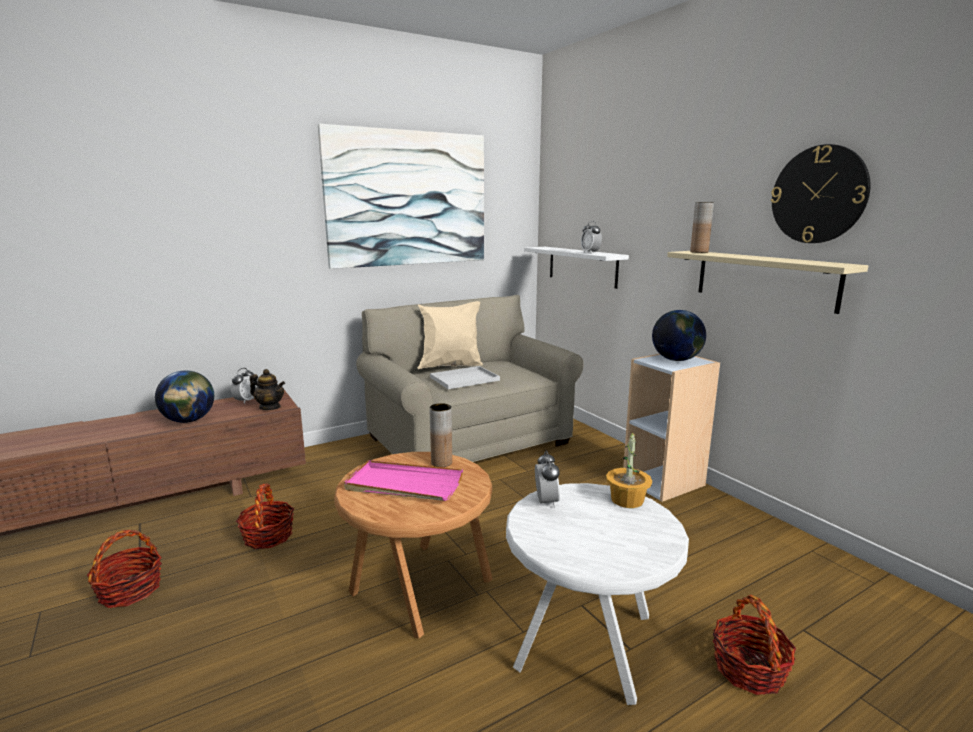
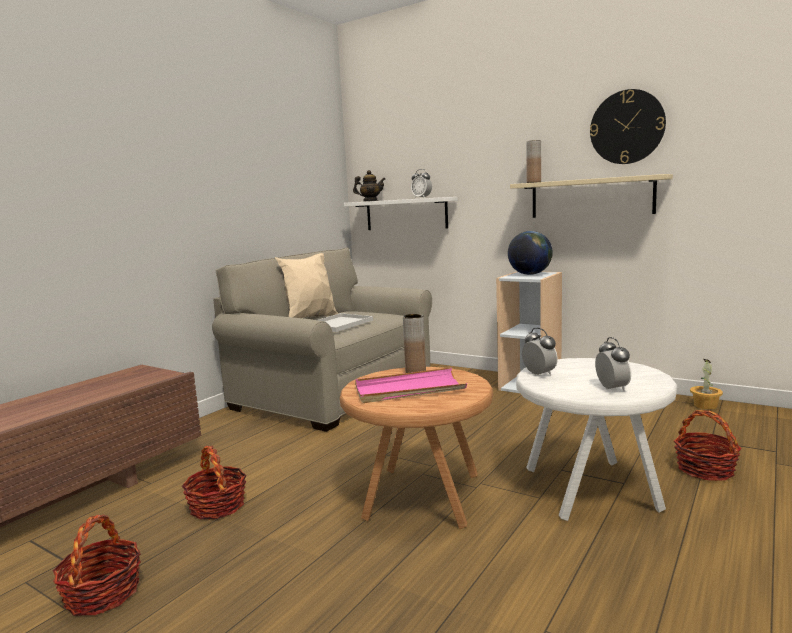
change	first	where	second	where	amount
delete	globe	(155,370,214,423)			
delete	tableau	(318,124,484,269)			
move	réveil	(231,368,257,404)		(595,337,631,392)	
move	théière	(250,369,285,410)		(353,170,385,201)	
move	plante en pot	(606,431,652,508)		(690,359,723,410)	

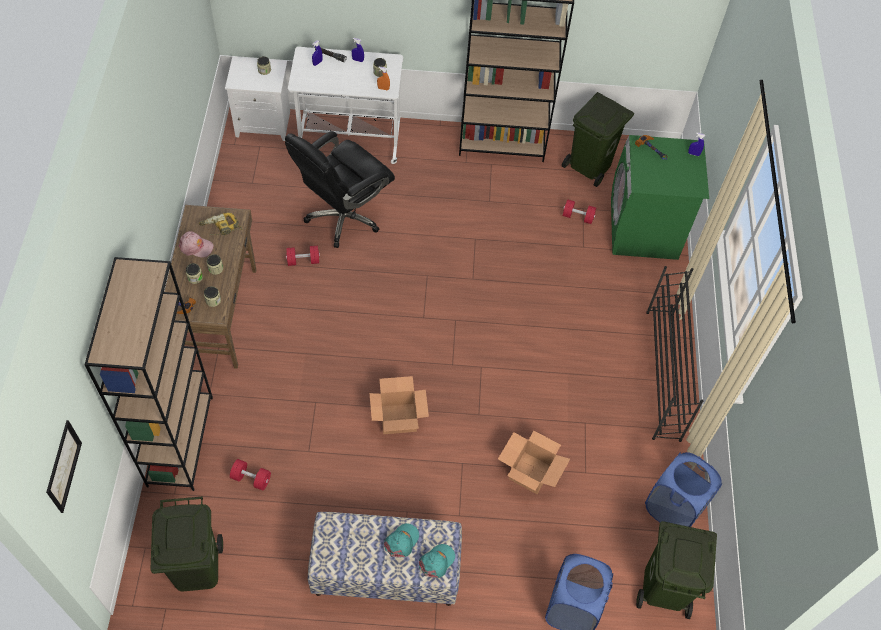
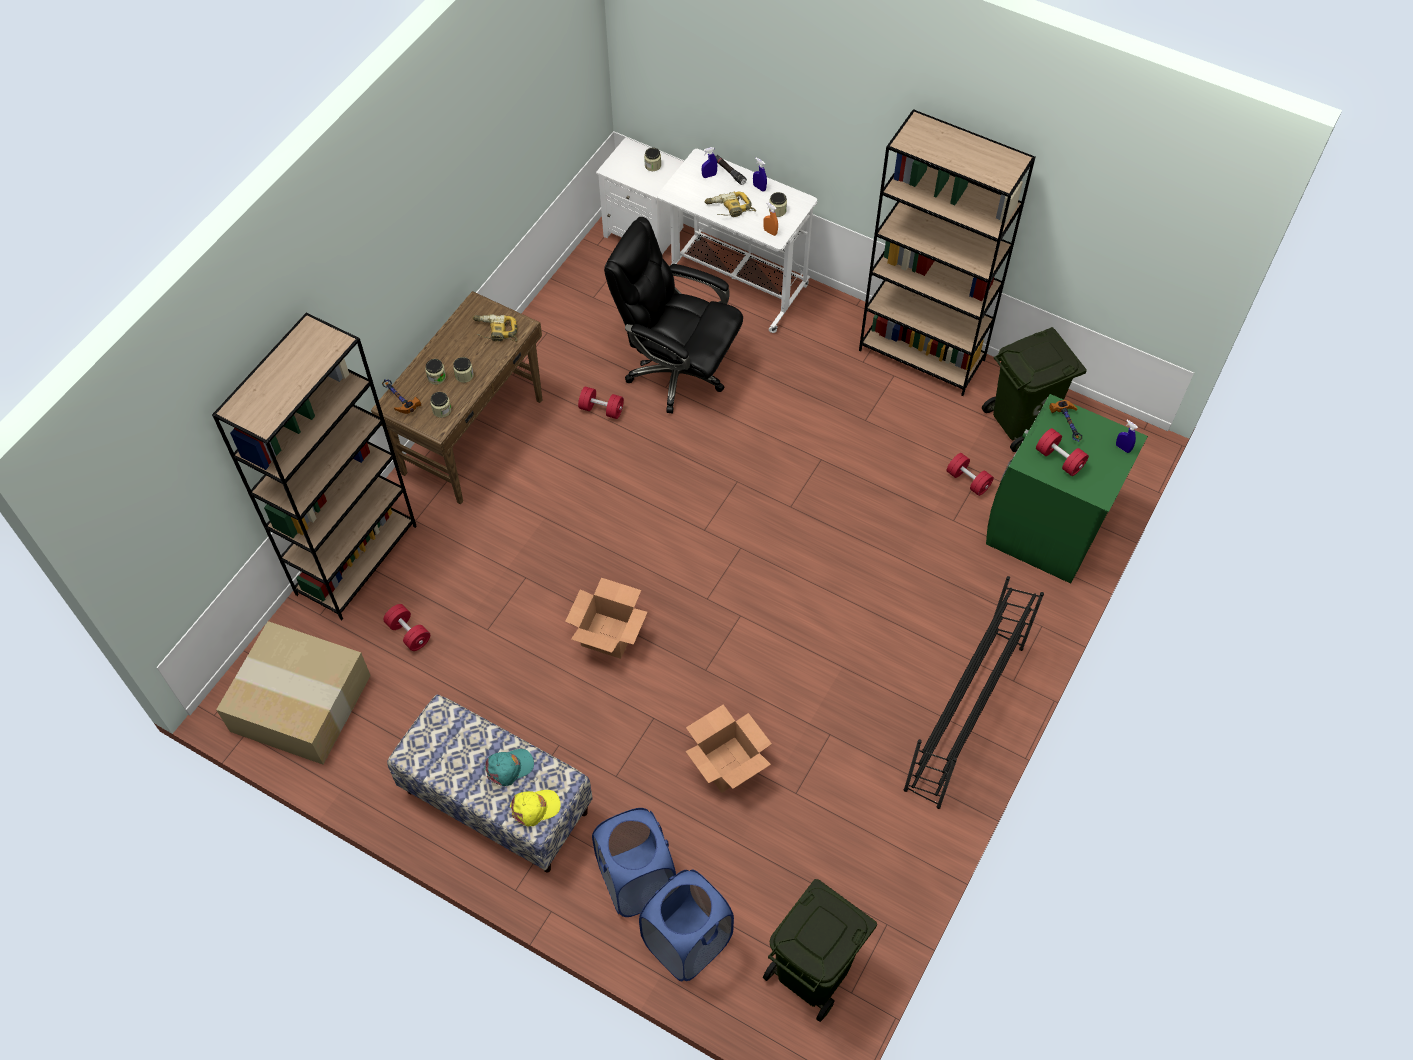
change	first	where	second	where	amount
delete	tableau	(46,420,82,513)			
delete	casquette/rose	(178,231,214,258)			
insert			perceuse	(704,192,756,217)	
insert			haltère/rouge	(1036,428,1089,476)	
move	panier à linge/bleu	(645,452,722,527)		(592,808,676,917)	
replace	poubelle/vert	(150,496,223,591)	carton	(216,621,371,764)	
recolor	casquette/turquoise	(419,544,455,578)	casquette/jaune	(509,790,561,827)	
rotate	chaise de bureau/noir	(285,131,395,248)		(604,217,743,414)	45 degrees clockwise

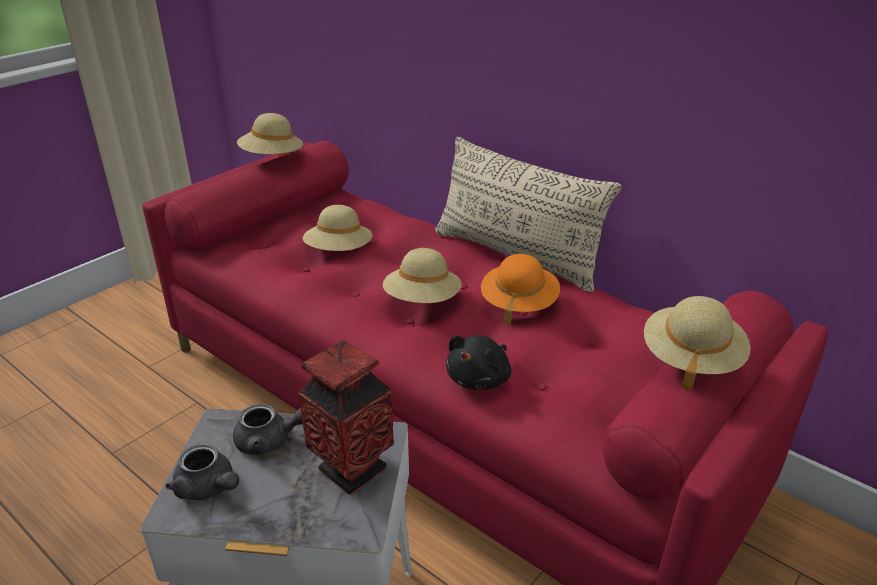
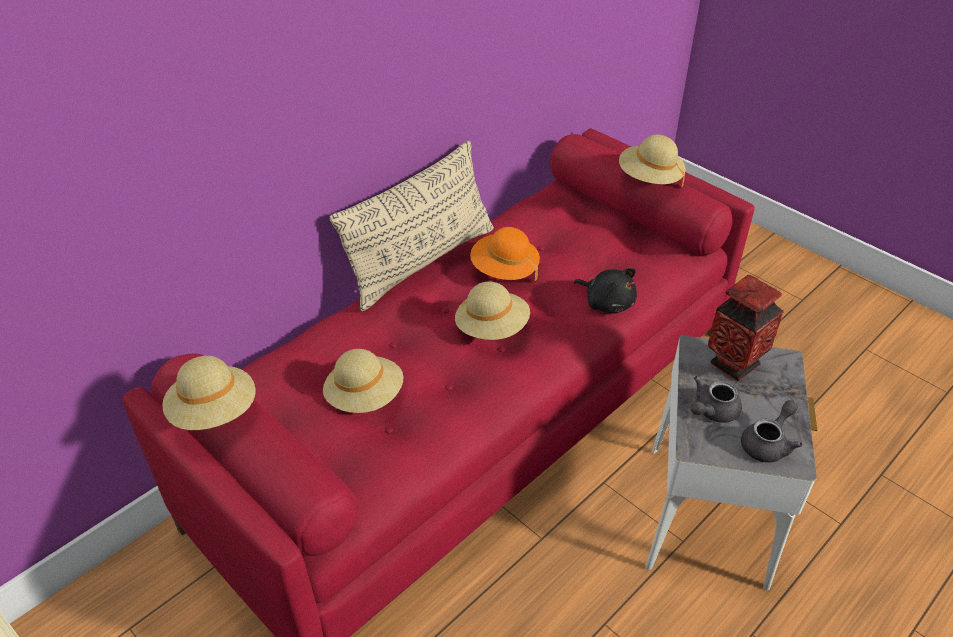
change	first	where	second	where	amount
rotate	théière/gris	(233,404,303,455)		(691,376,742,423)	135 degrees counterclockwise

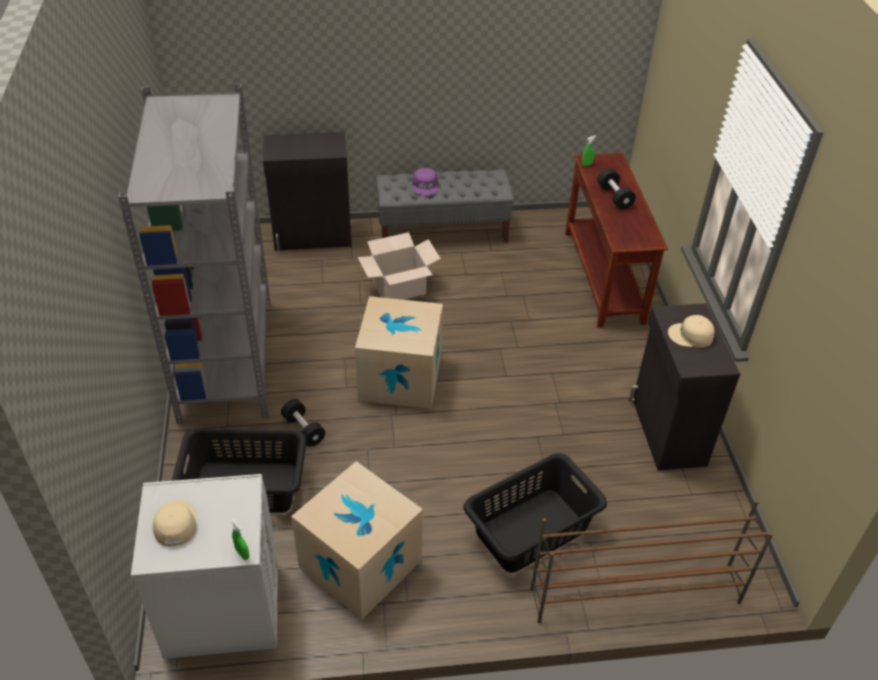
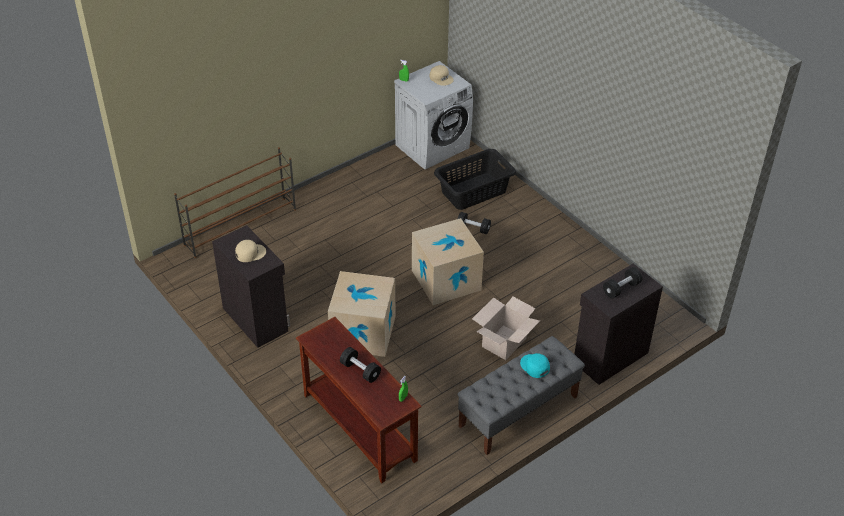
change	first	where	second	where	amount
delete	bibliothèque/gris	(118,84,271,424)			
delete	panier à linge/noir	(464,453,607,573)			
insert			haltère/noir	(603,267,642,299)	
move	carton	(291,461,423,619)		(328,271,396,357)	
recolor	casquette/violet	(412,168,439,195)	casquette/turquoise	(520,353,550,378)	

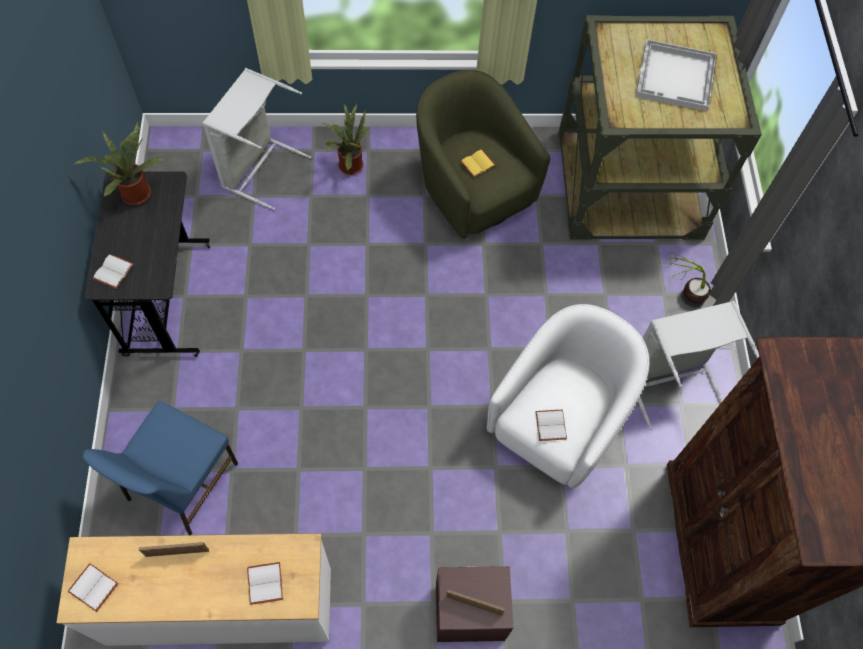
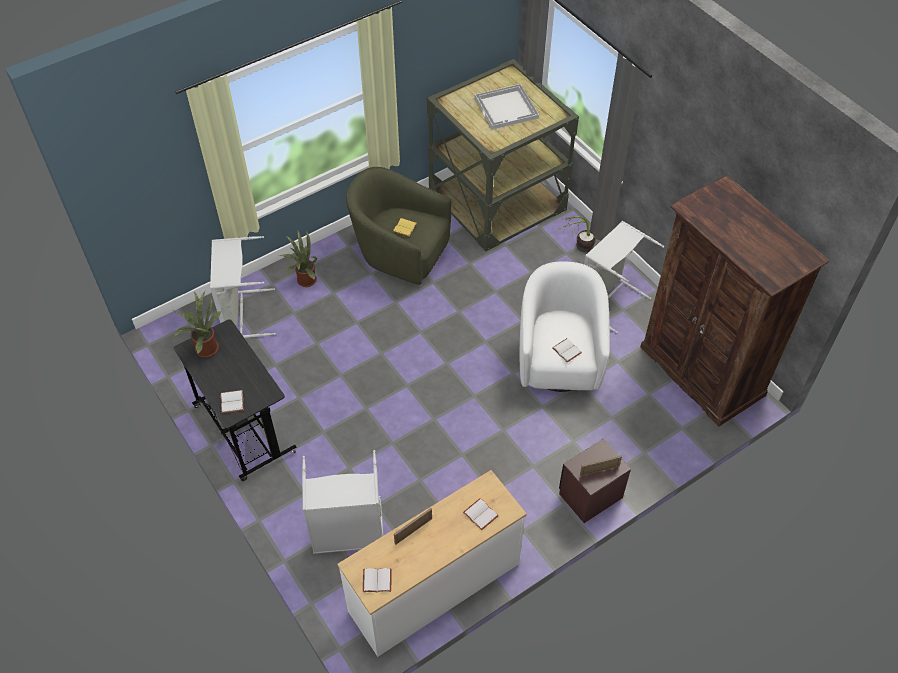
change	first	where	second	where	amount
replace	chaise/bleu	(83,401,238,535)	panier à linge/gris	(302,450,383,554)	

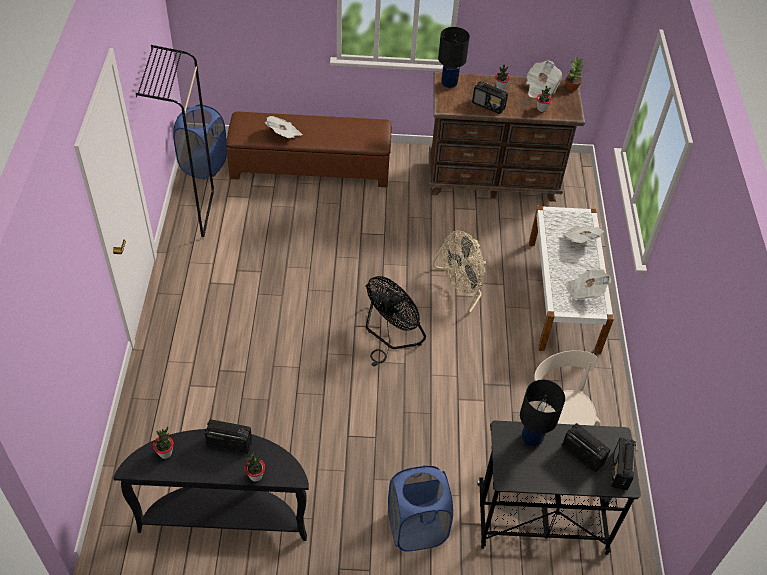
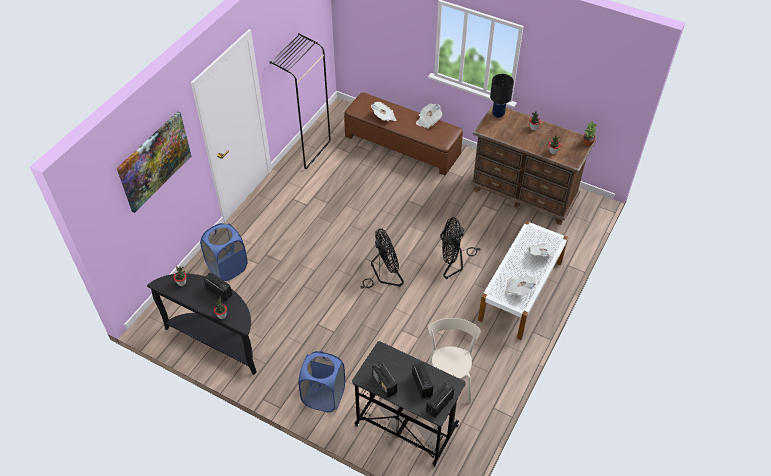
change	first	where	second	where	amount
delete	lampe de table/noir	(520,380,565,447)			
insert			tableau	(117,111,191,213)	
move	panier à linge/bleu	(173,104,227,179)		(200,223,248,281)	
move	radio	(472,81,508,114)		(372,362,397,398)	
move	journal	(526,60,563,98)		(416,103,442,129)	
recolor	ventilateur/beige	(433,230,487,314)	ventilateur/noir	(440,217,480,279)	

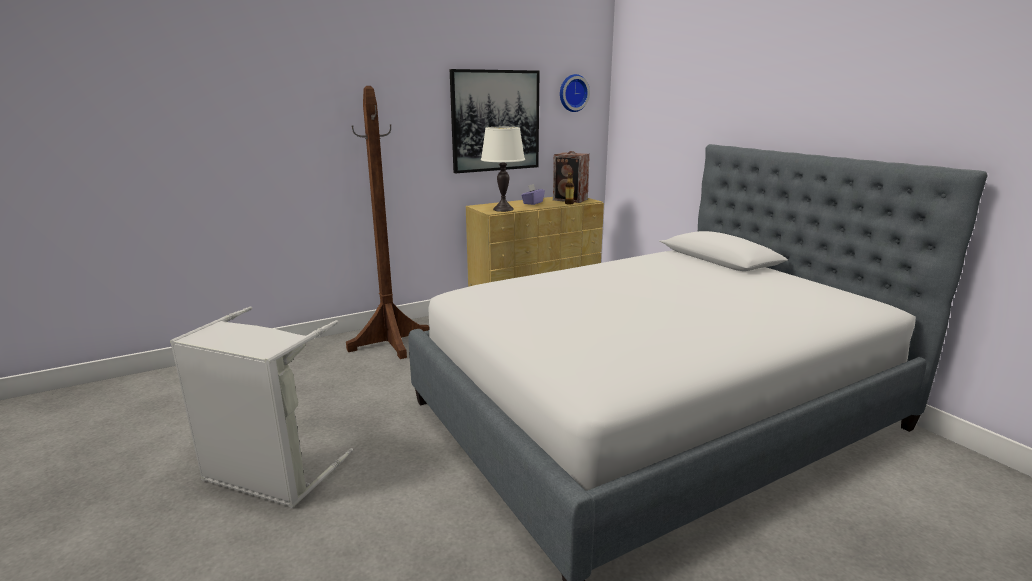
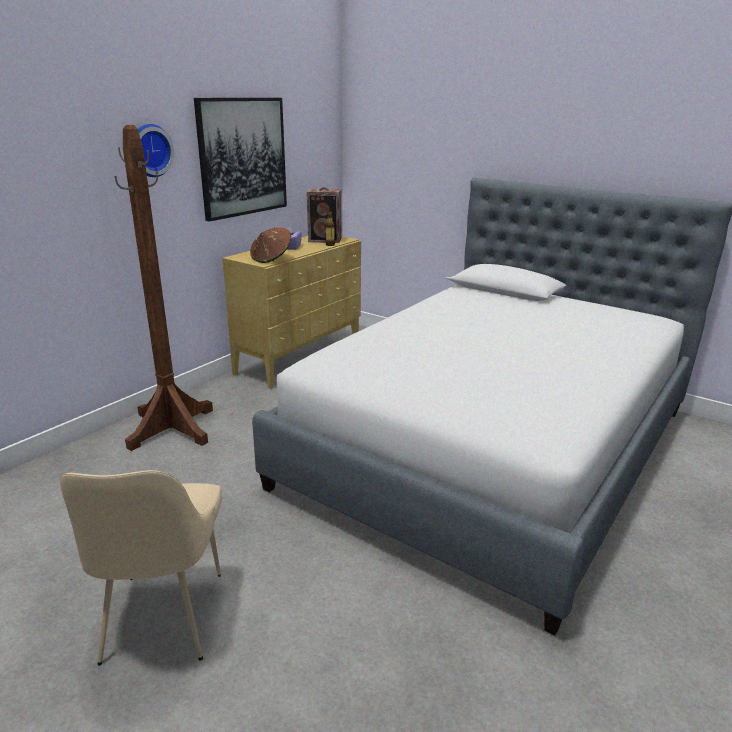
change	first	where	second	where	amount
move	horloge murale	(560,74,590,112)		(138,124,174,177)	
replace	panier à linge/gris	(170,306,353,508)	chaise/beige	(60,470,222,666)	
replace	lampe de table/blanc	(481,127,525,212)	chapeau/marron	(250,227,291,263)	

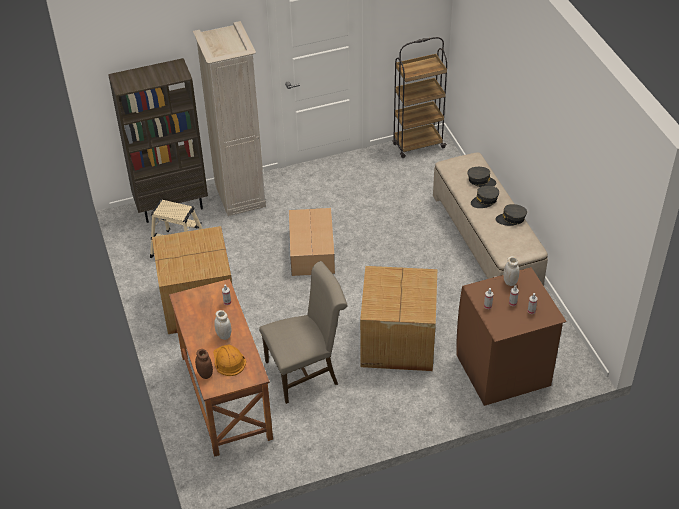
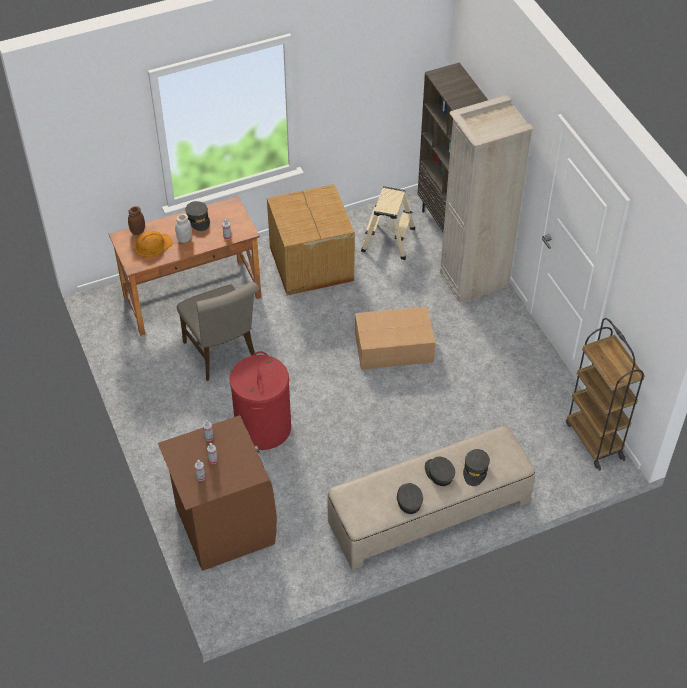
change	first	where	second	where	amount
delete	bocal/blanc	(504,256,519,286)			
insert			casquette/gris	(185,201,210,231)	
replace	carton	(360,266,437,371)	panier à linge/rouge	(229,351,291,450)	

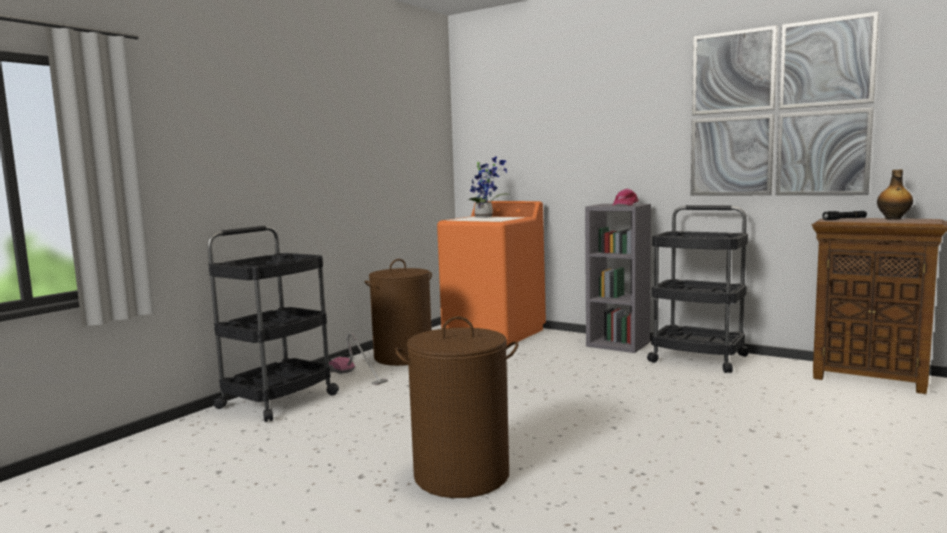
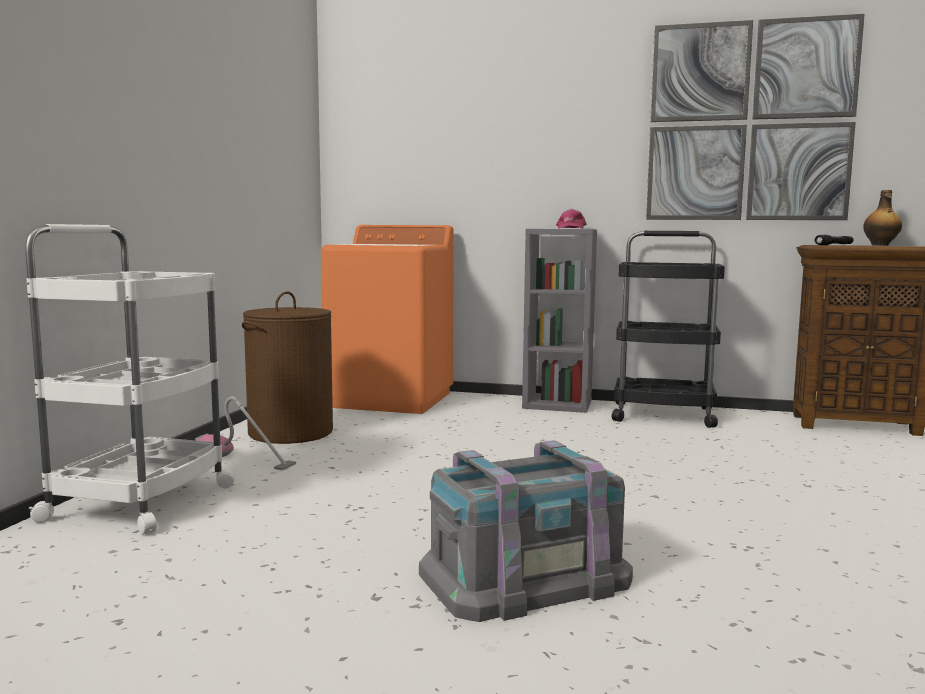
change	first	where	second	where	amount
delete	plante en pot	(468,156,511,218)			
replace	panier à linge/marron	(395,316,518,498)	boîte de rangement/gris	(419,440,633,622)	
recolor	chariot/noir	(208,226,339,422)	chariot/blanc	(25,224,234,535)	

